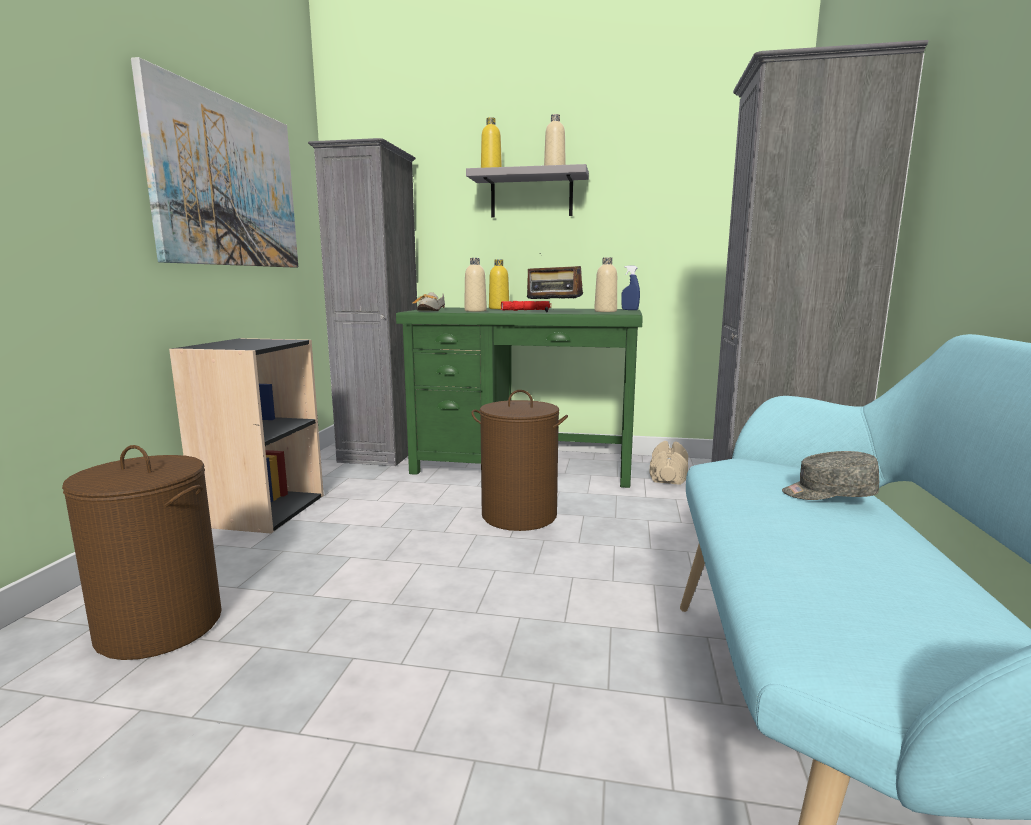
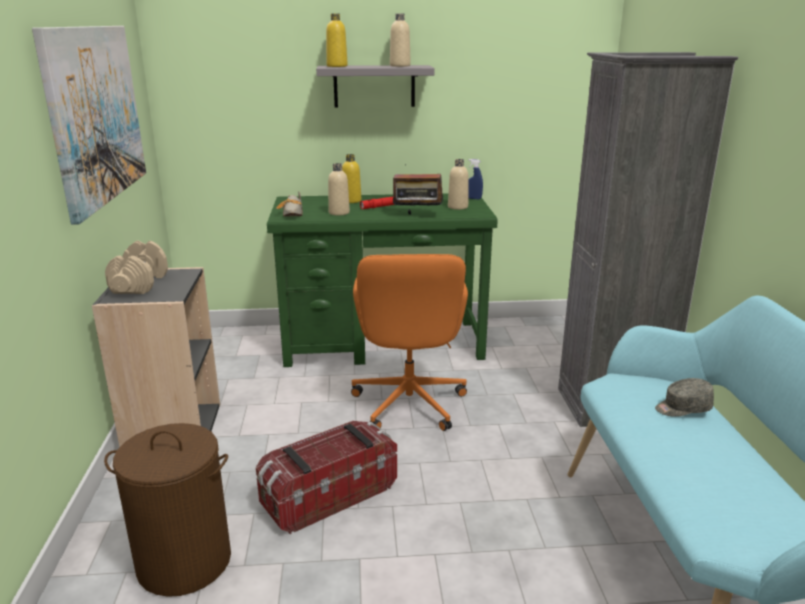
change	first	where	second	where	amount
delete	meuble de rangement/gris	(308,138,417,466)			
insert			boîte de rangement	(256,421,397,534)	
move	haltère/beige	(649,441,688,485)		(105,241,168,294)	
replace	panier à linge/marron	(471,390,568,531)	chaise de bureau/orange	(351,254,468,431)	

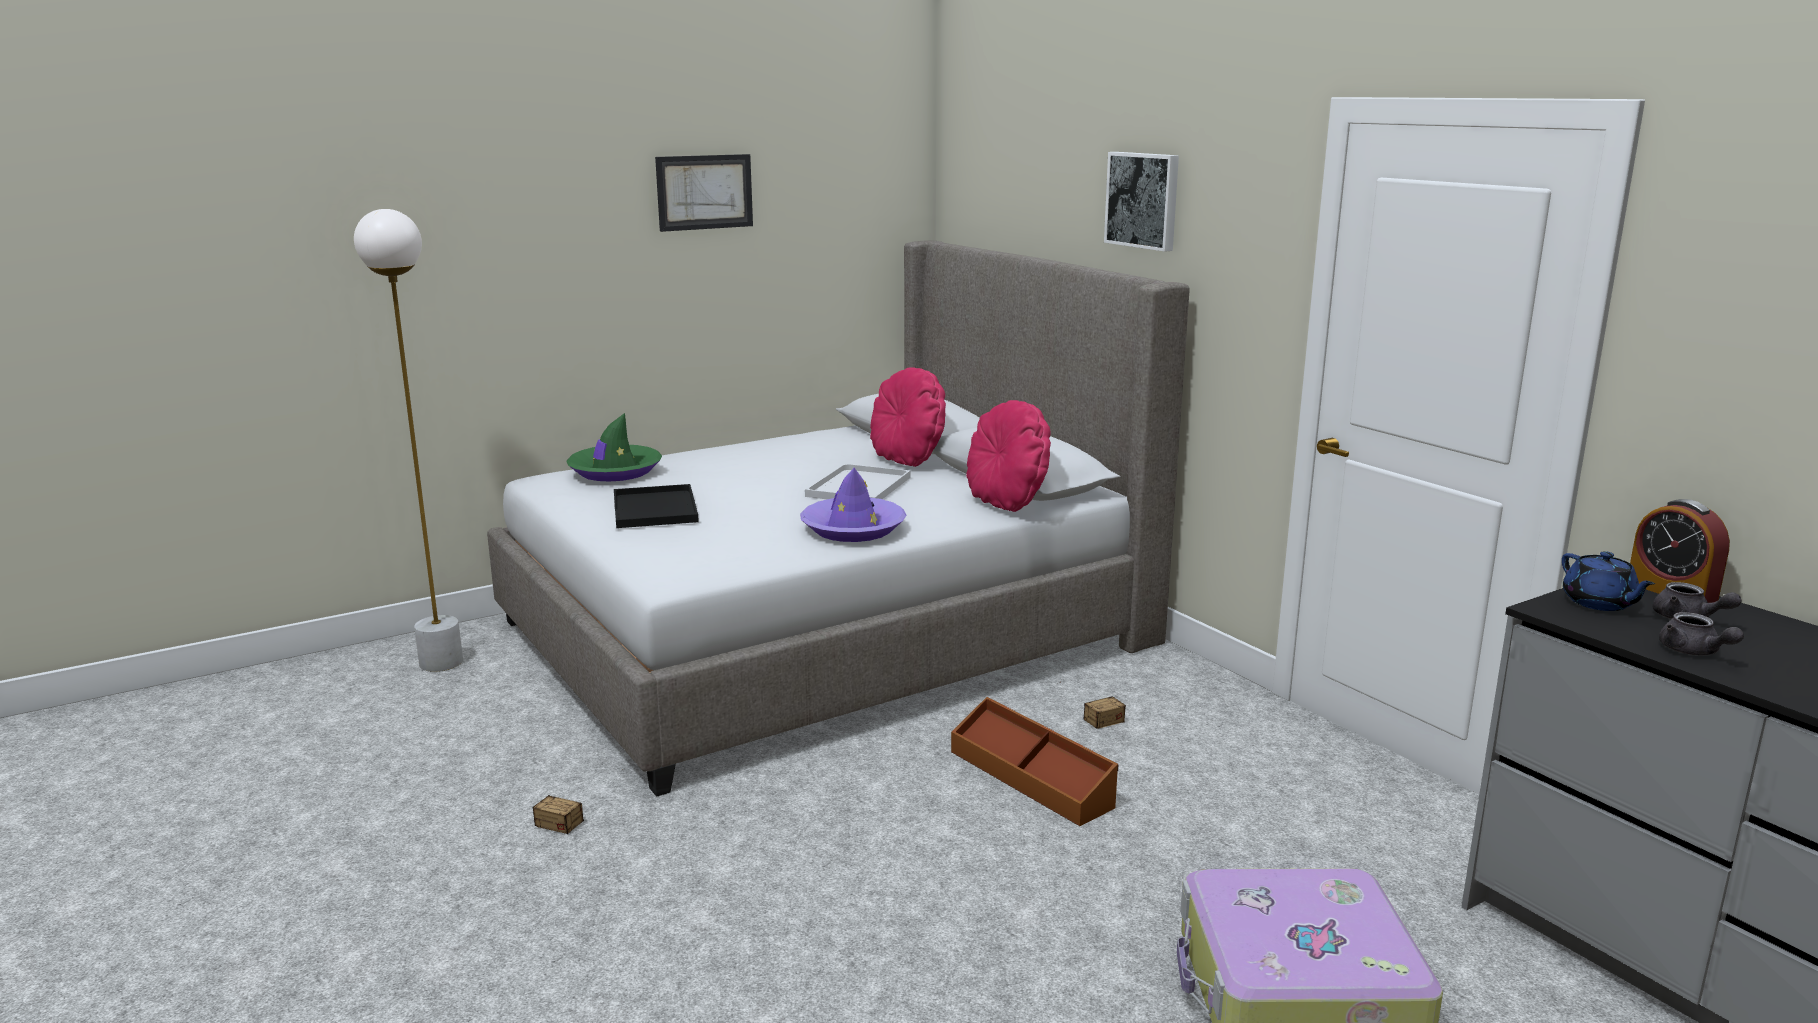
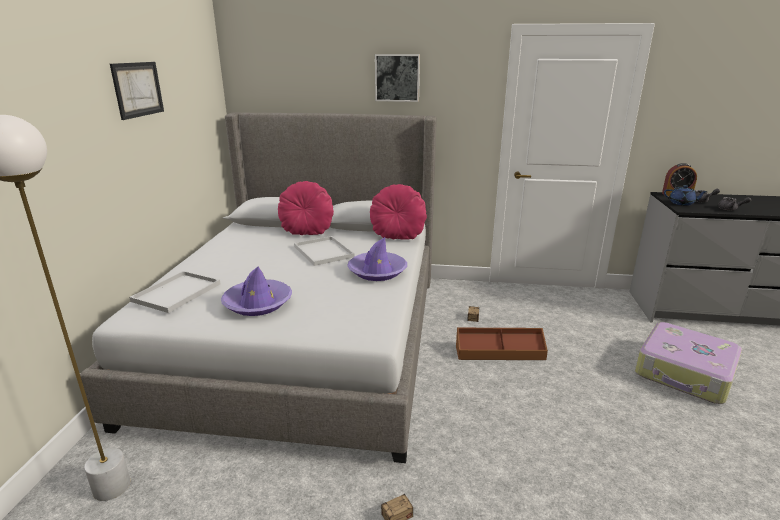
change	first	where	second	where	amount
replace	chapeau/vert	(566,413,662,481)	plateau/blanc	(129,271,220,313)	
replace	plateau/noir	(614,484,699,528)	chapeau/violet	(221,266,292,316)	

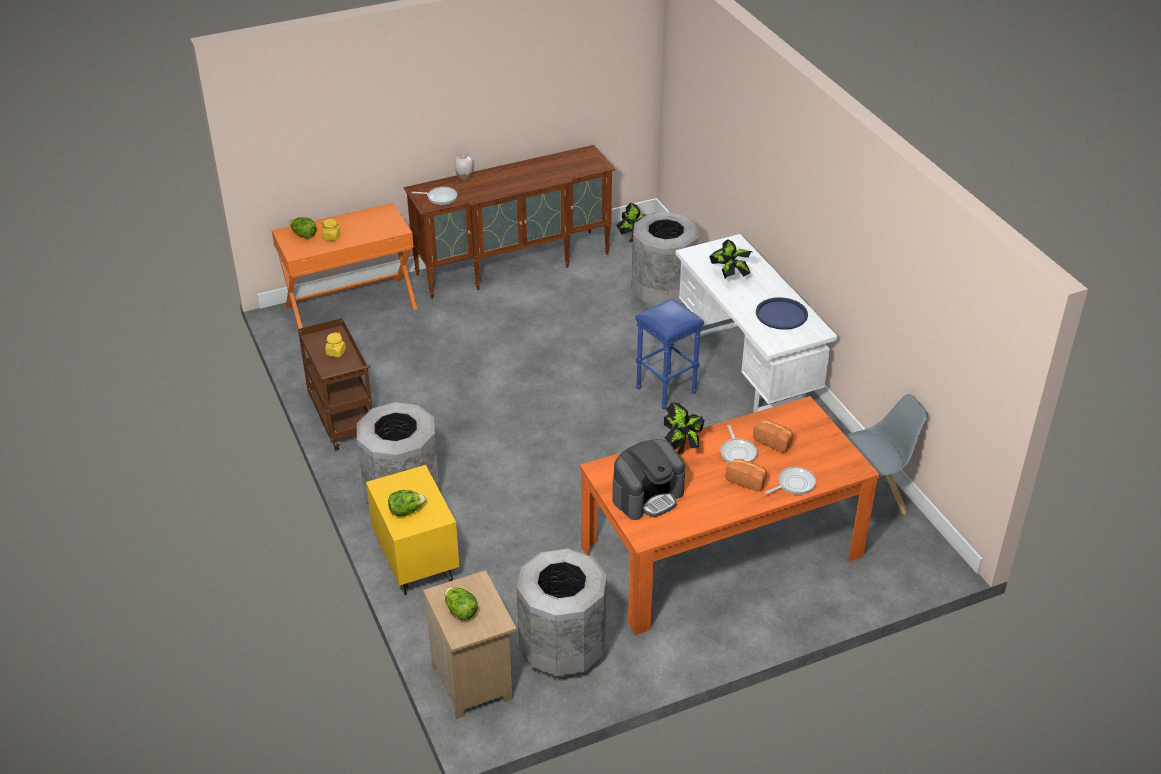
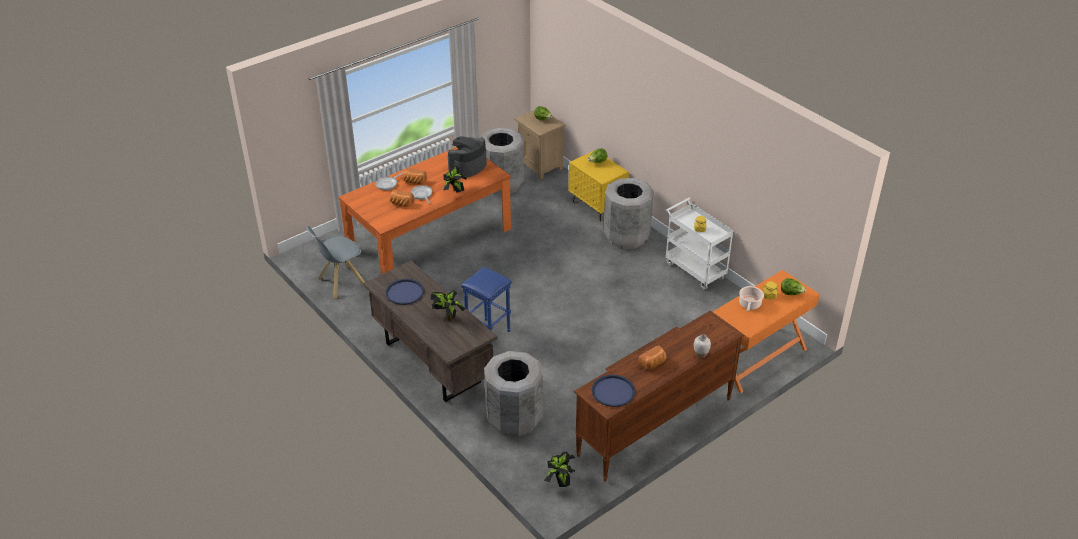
change	first	where	second	where	amount
delete	poêle	(412,187,457,205)			
insert			plateau/bleu	(592,375,635,407)	
insert			pain	(638,345,666,370)	
insert			marmite	(739,286,764,311)	
recolor	chariot/marron	(298,318,372,451)	chariot/blanc	(666,198,733,290)	
recolor	bureau/blanc	(676,234,838,413)	bureau/marron	(363,261,497,402)	

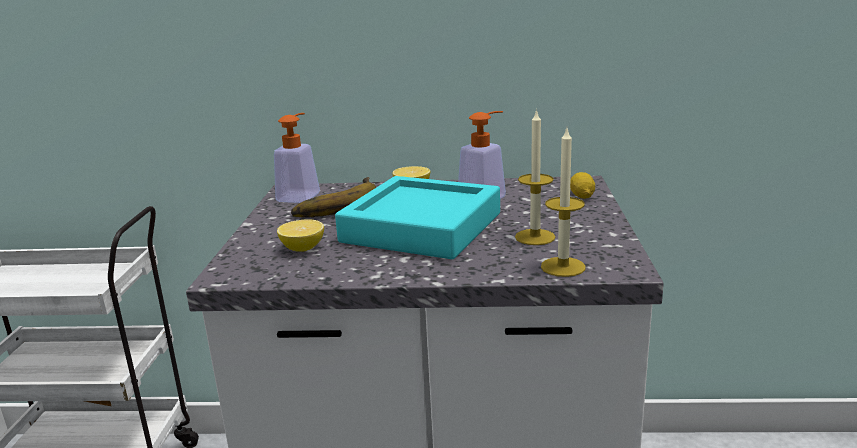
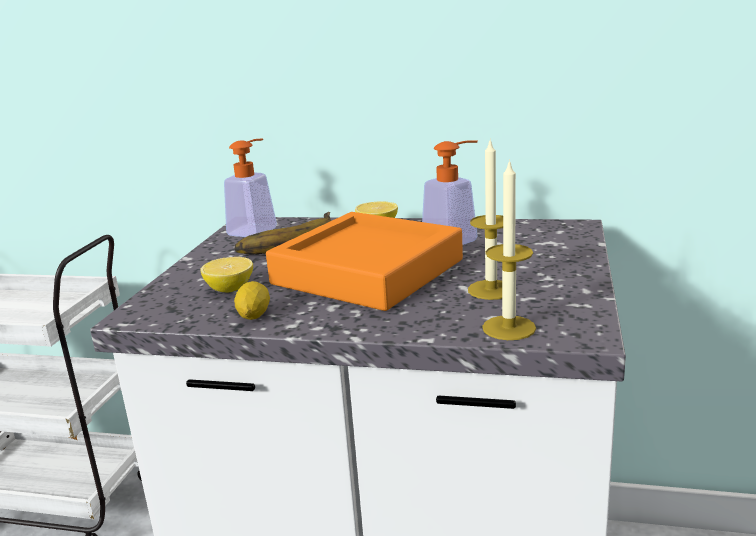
change	first	where	second	where	amount
move	citron	(570,172,595,199)		(234,281,270,320)	
recolor	plateau/turquoise	(335,176,500,259)	plateau/orange	(266,212,463,311)	

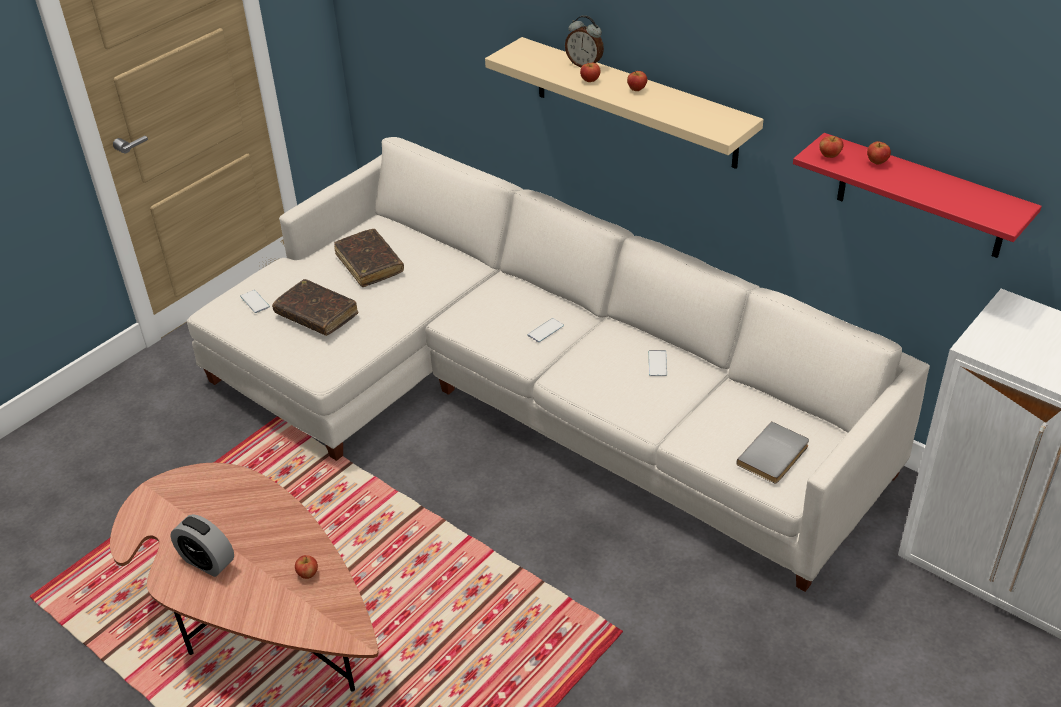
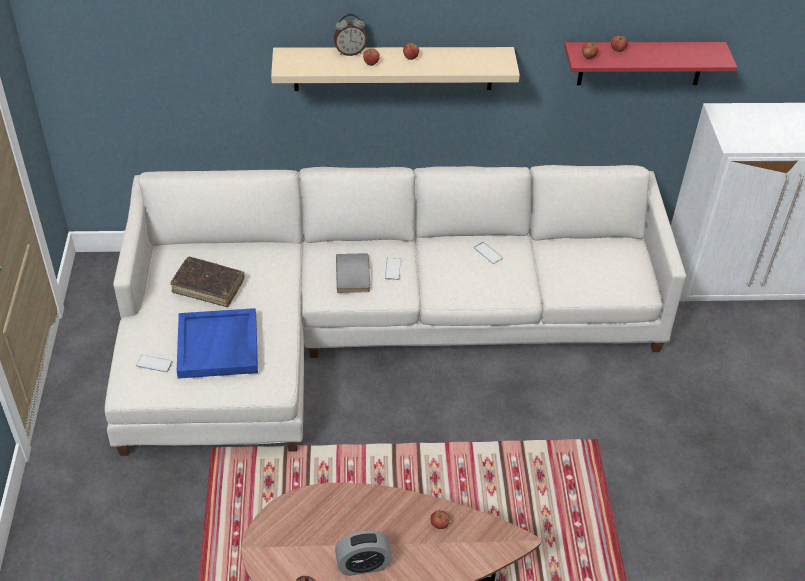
change	first	where	second	where	amount
move	livre/gris	(736,421,809,483)		(336,253,370,293)	
replace	livre/marron	(272,279,359,336)	plateau/bleu	(177,308,258,379)	

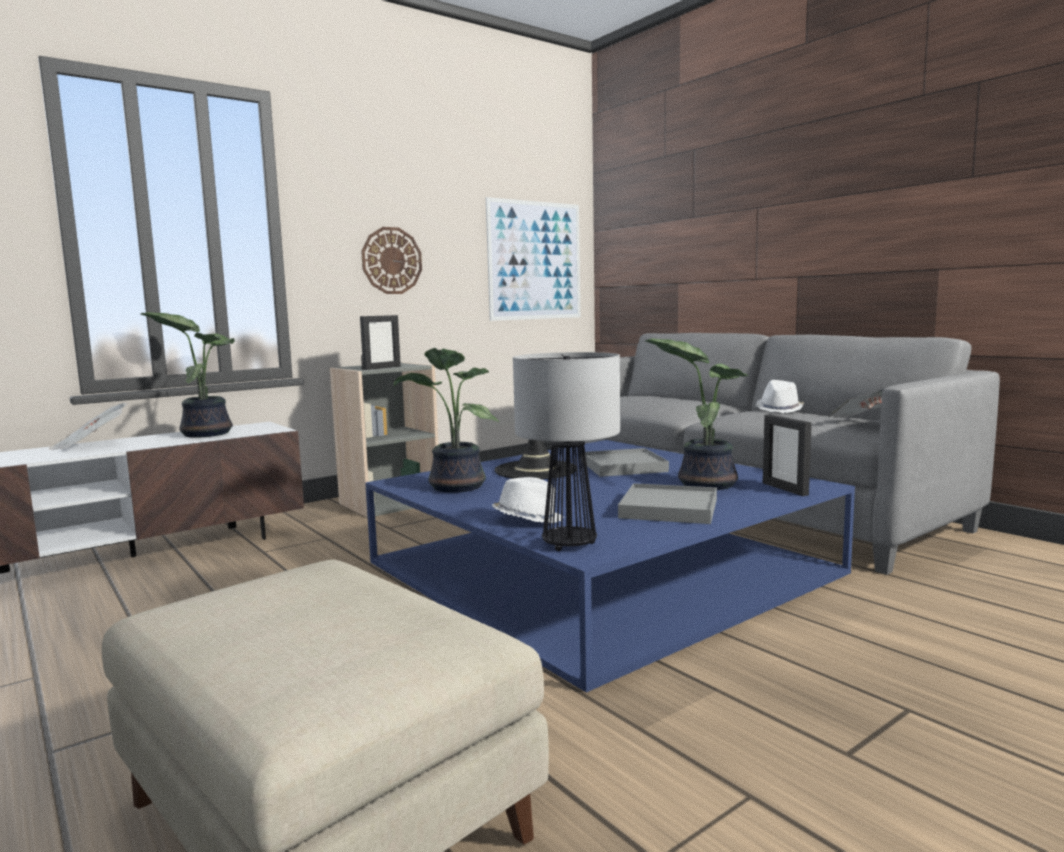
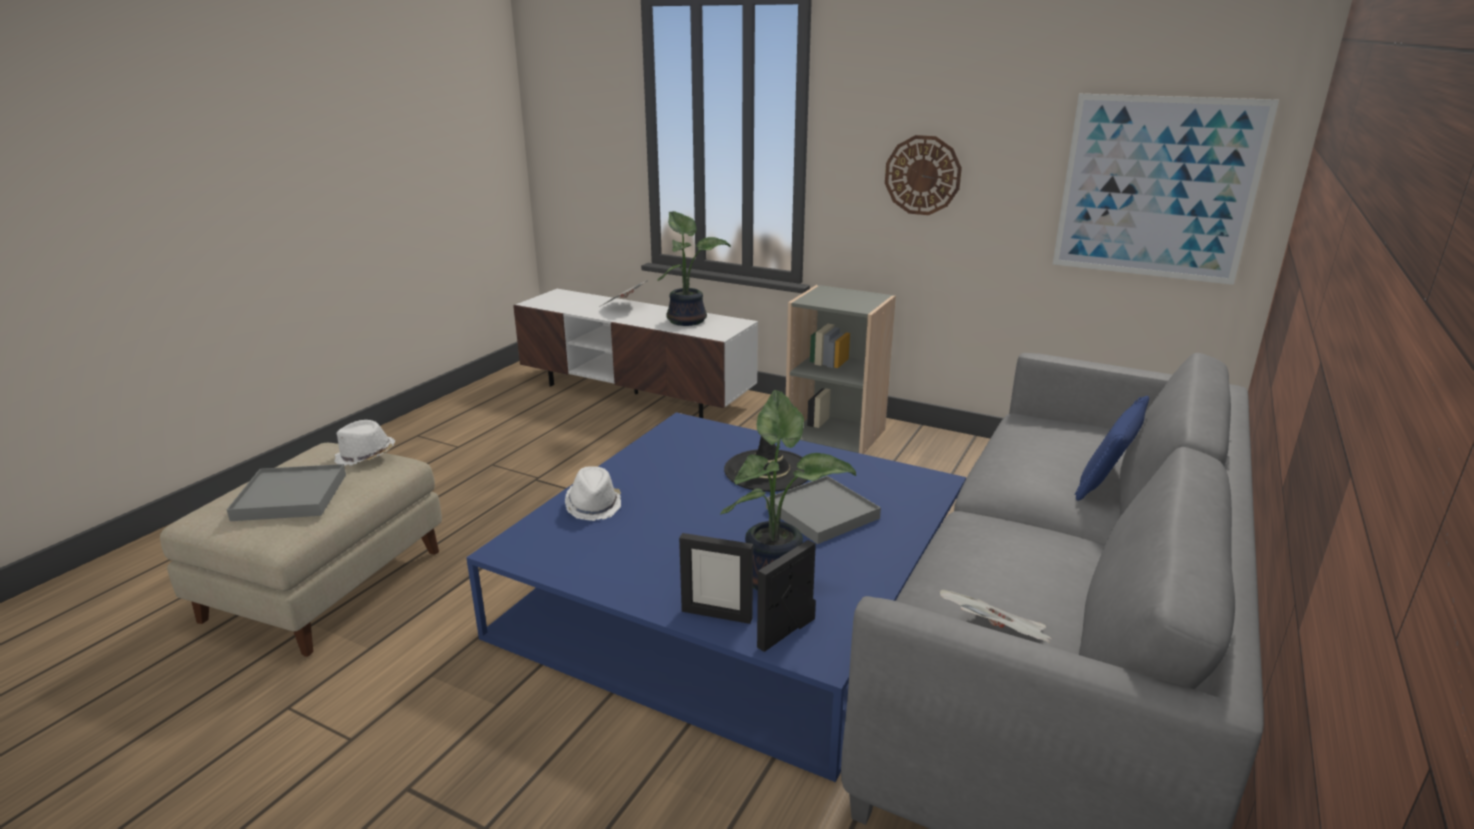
change	first	where	second	where	amount
delete	plante en pot	(394,348,499,493)			
delete	lampe de table	(513,352,620,551)			
insert			coussin/bleu	(1075,396,1149,501)	
move	cadre photo	(360,315,401,370)		(679,533,753,624)	
move	plateau/gris	(618,483,717,524)		(227,464,346,521)	
move	chapeau/blanc	(756,380,804,413)		(335,420,395,466)	

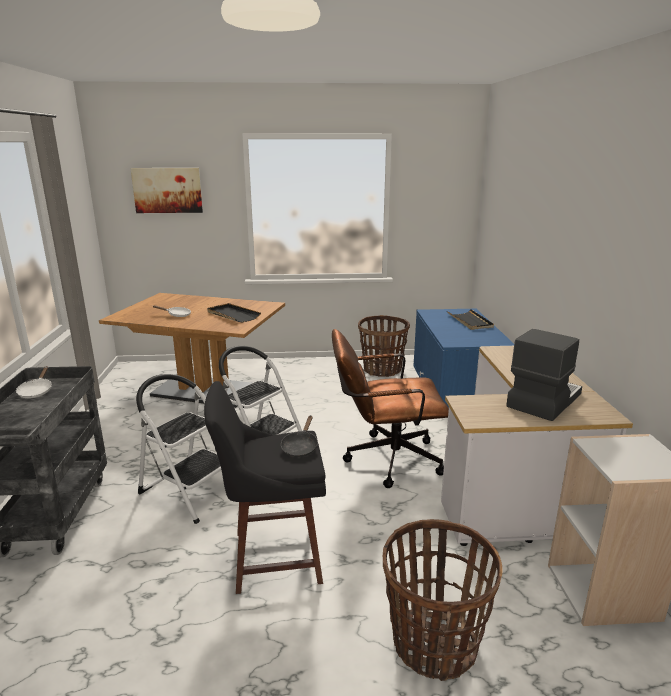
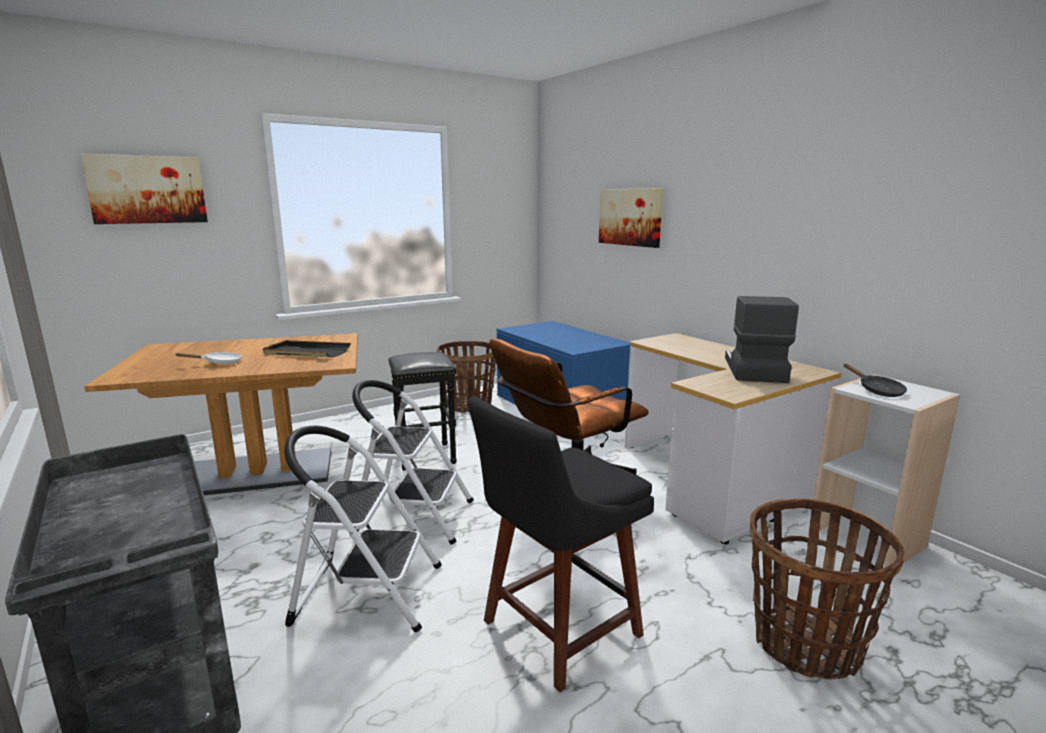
change	first	where	second	where	amount
delete	poêle/blanc	(16,366,52,398)			
delete	plateau/noir	(447,309,494,330)			
insert			tabouret/noir	(389,352,456,471)	
insert			tableau	(599,188,663,248)	
move	poêle/noir	(281,415,318,457)		(844,364,907,397)	

